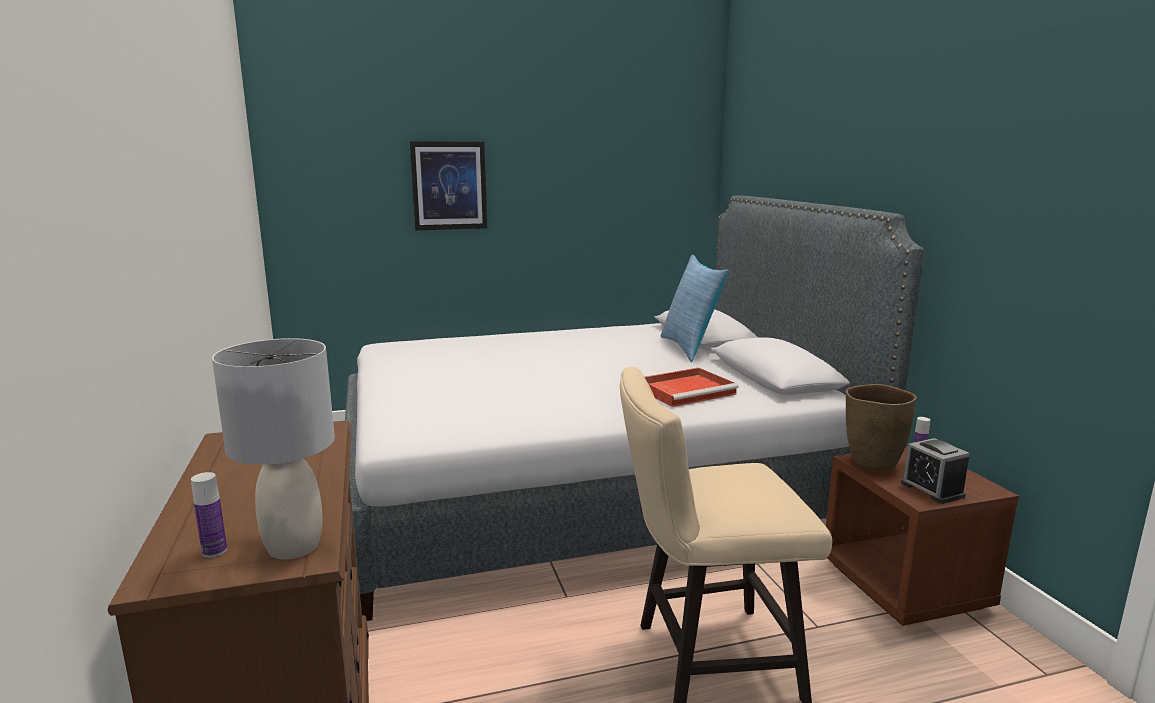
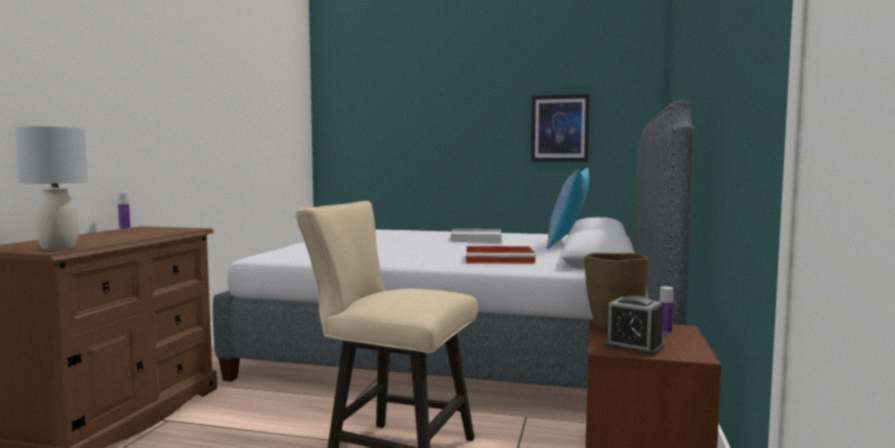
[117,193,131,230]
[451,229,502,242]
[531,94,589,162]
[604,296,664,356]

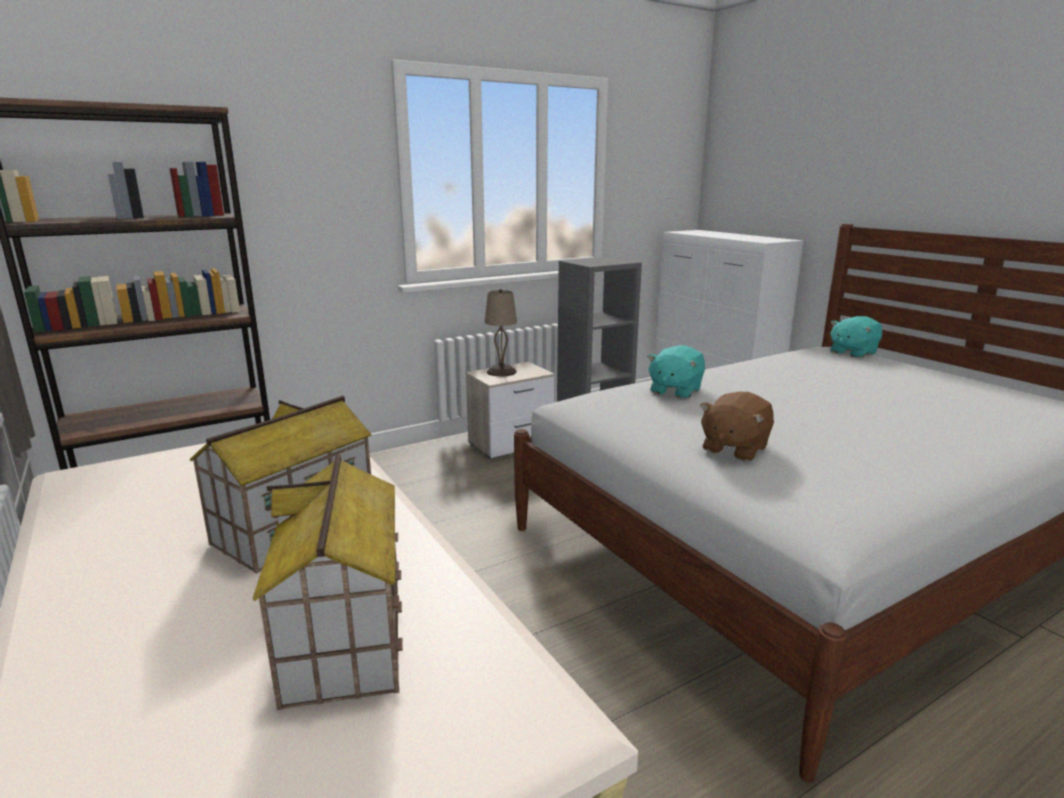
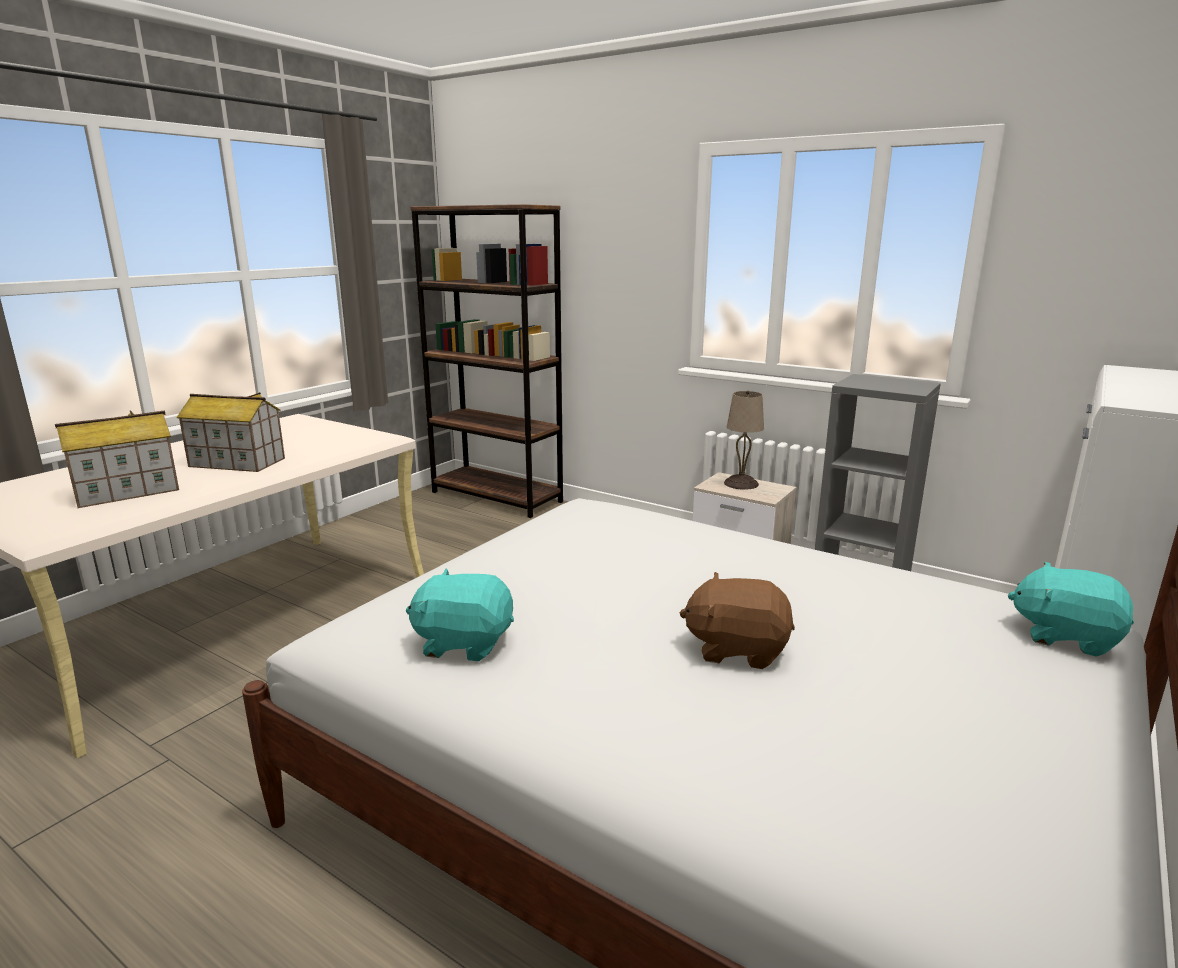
[406,569,514,661]
[680,572,795,669]

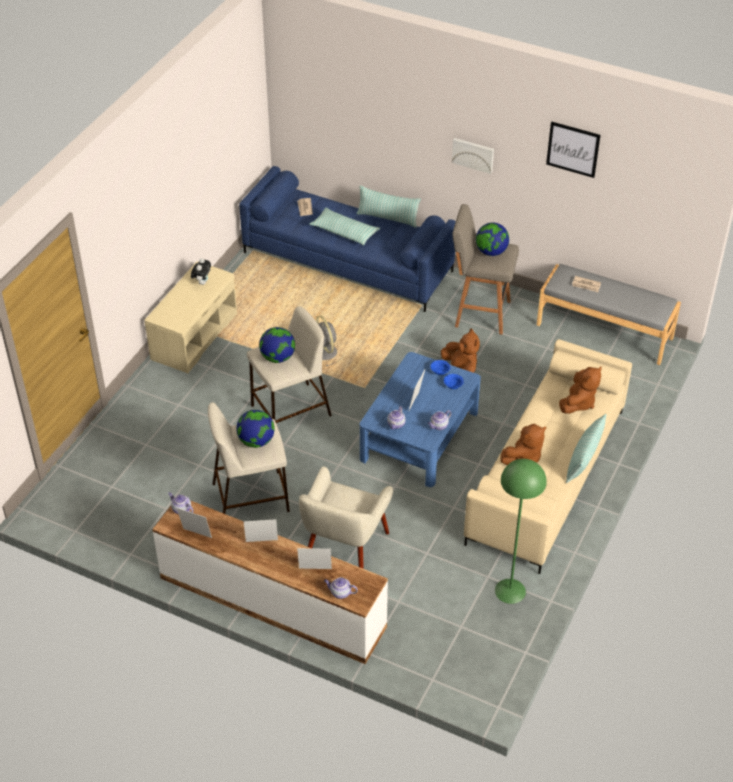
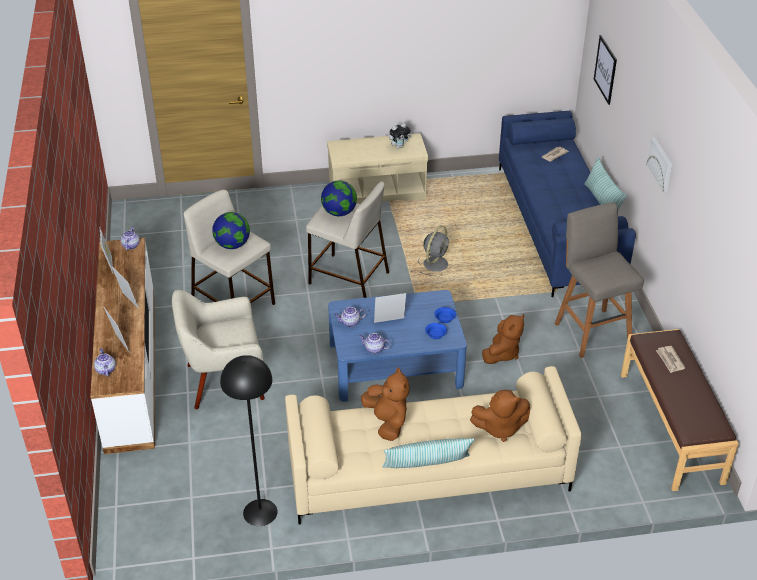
[220,355,278,526]
[361,367,409,441]
[594,35,617,105]
[621,329,739,491]
[309,208,380,245] (first image)
[476,223,509,256] (first image)

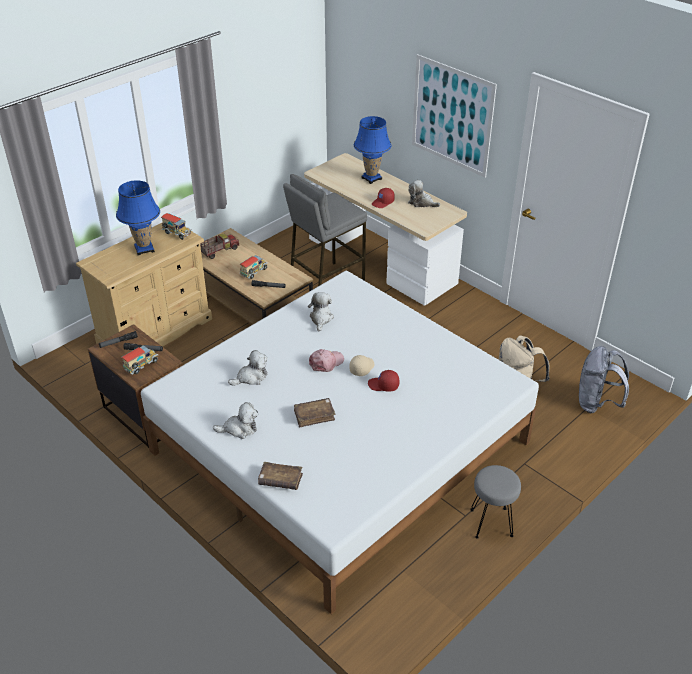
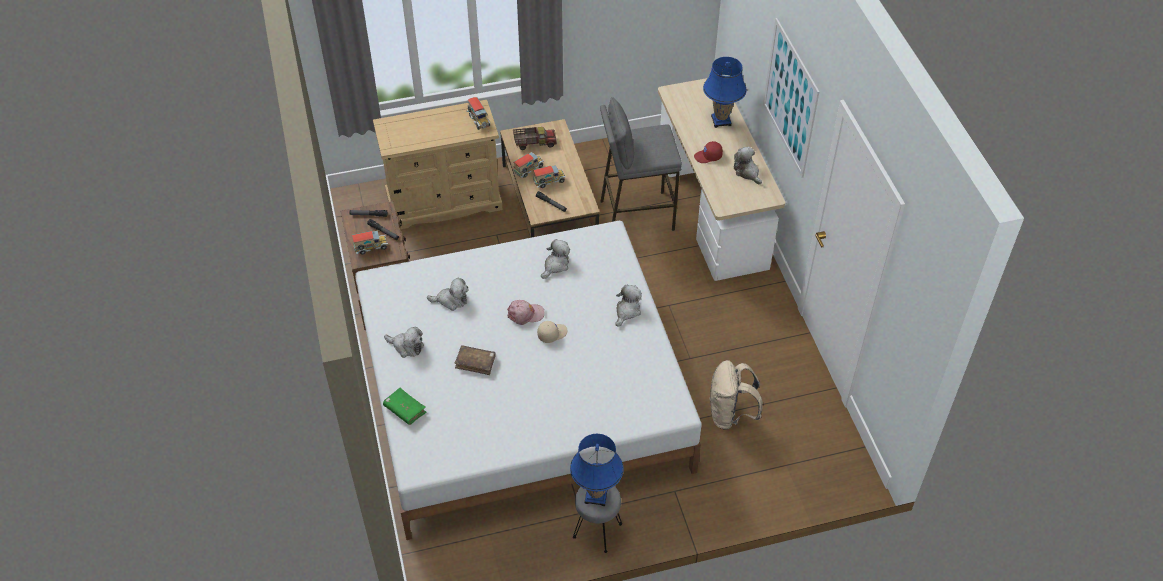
[383,388,426,425]
[513,152,544,178]
[570,434,624,506]
[615,284,642,327]
[368,370,400,392] (first image)
[579,346,629,413] (first image)

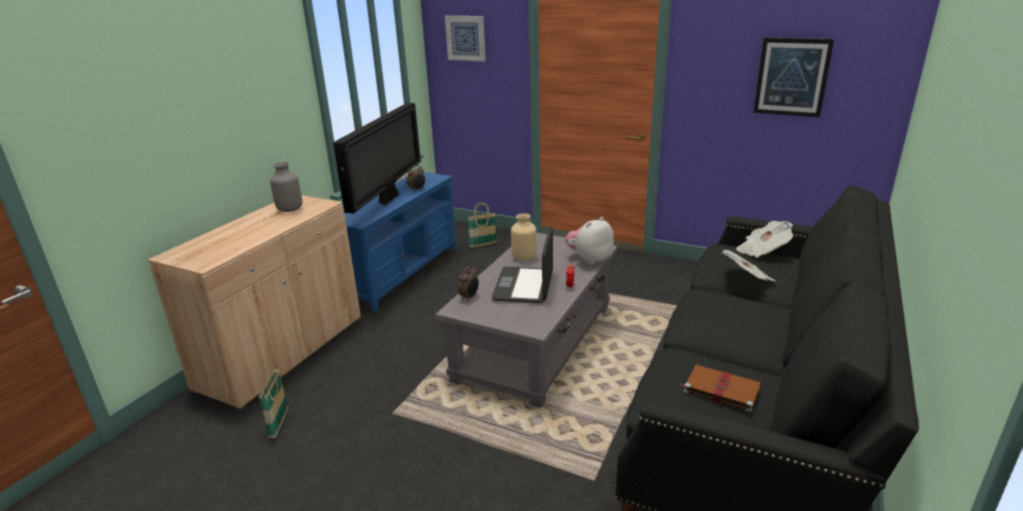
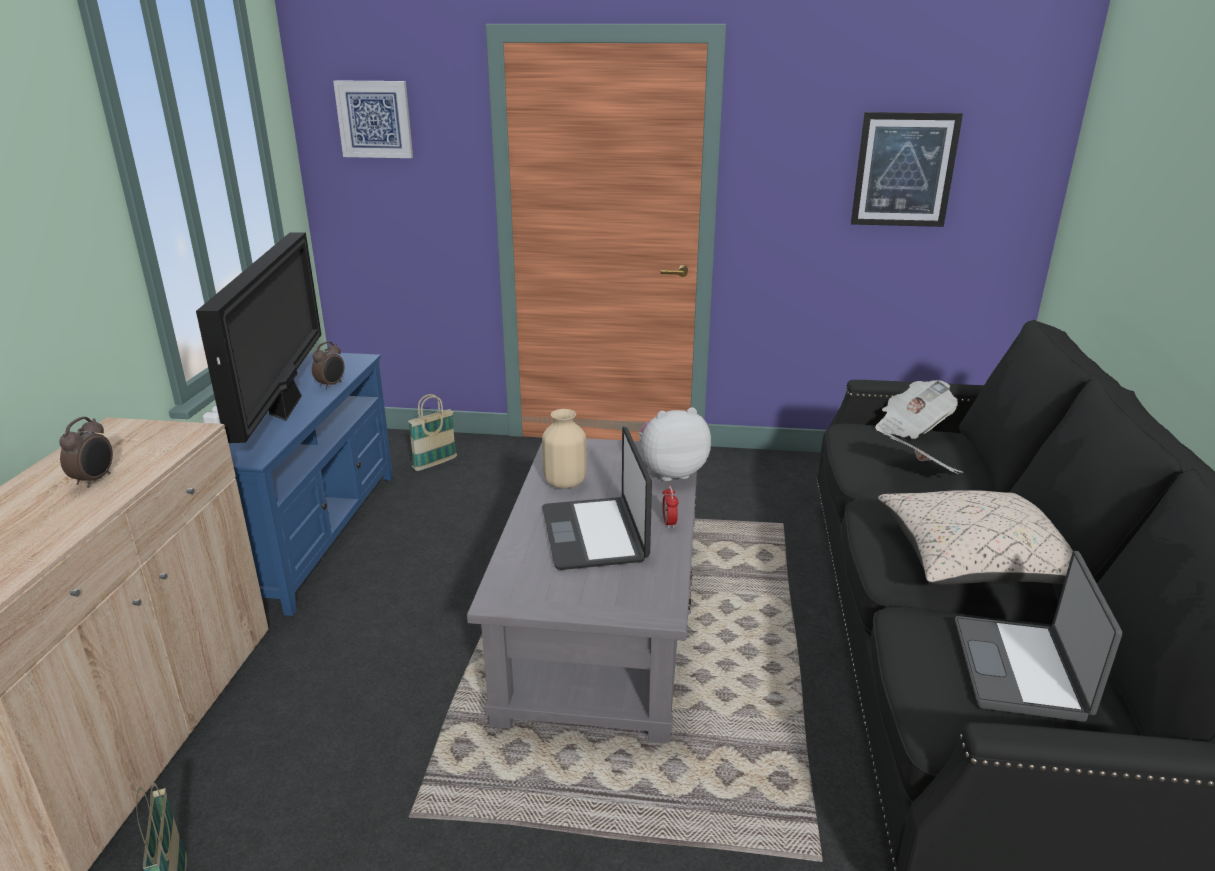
[59,417,113,488]
[639,407,711,481]
[878,490,1073,585]
[955,551,1122,722]
[270,162,303,212] (first image)

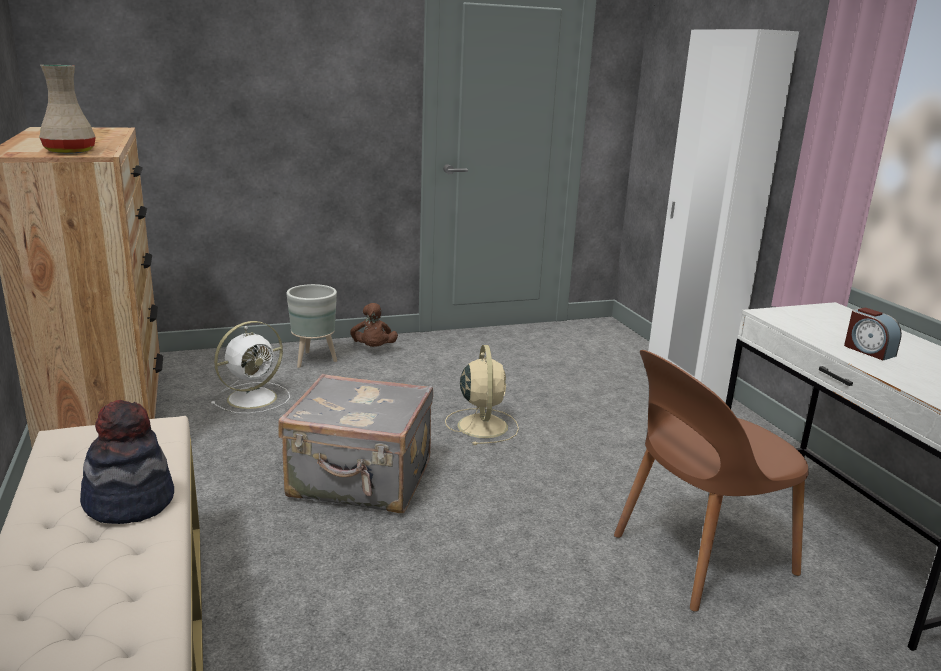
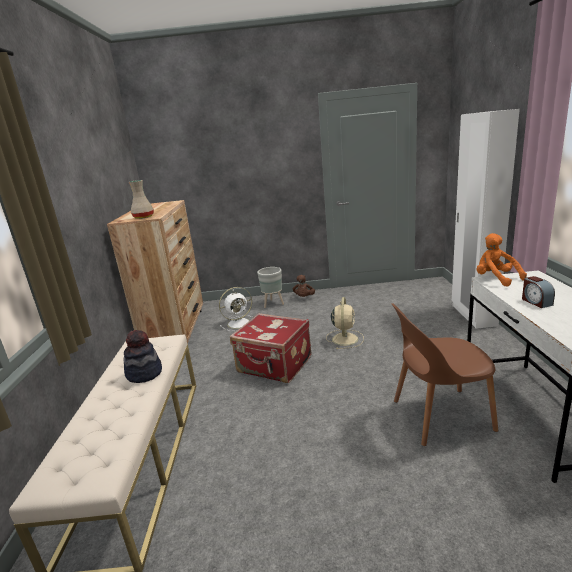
[230,313,311,383]
[477,233,527,287]

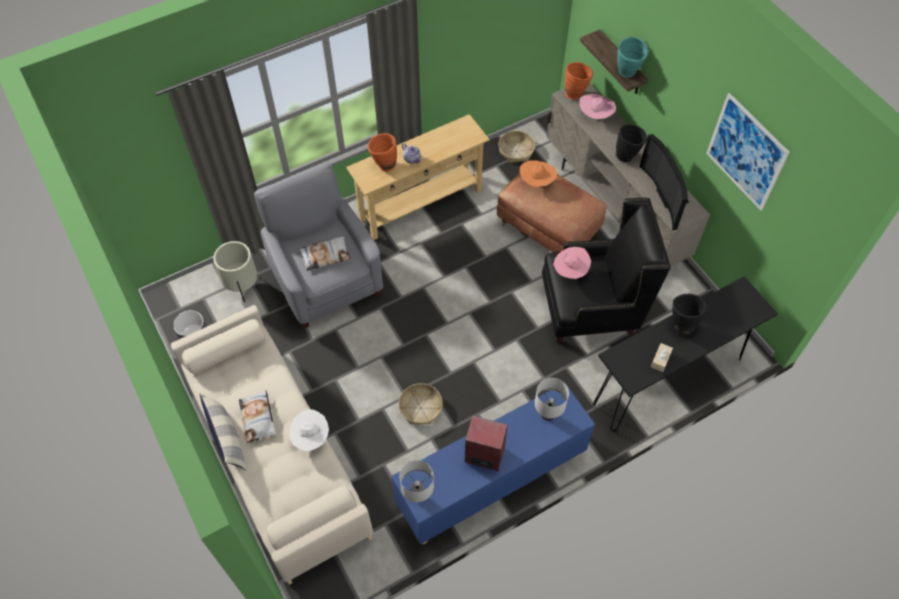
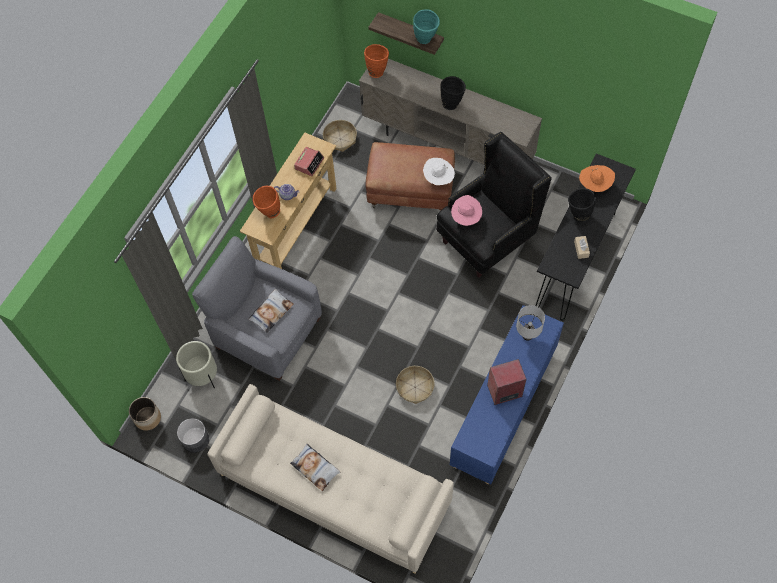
[129,397,161,431]
[294,147,324,176]
[423,158,455,185]
[579,165,615,192]
[199,394,247,470] (first image)
[399,460,434,502] (first image)
[579,94,616,120] (first image)
[640,134,689,231] (first image)
[706,93,790,210] (first image)

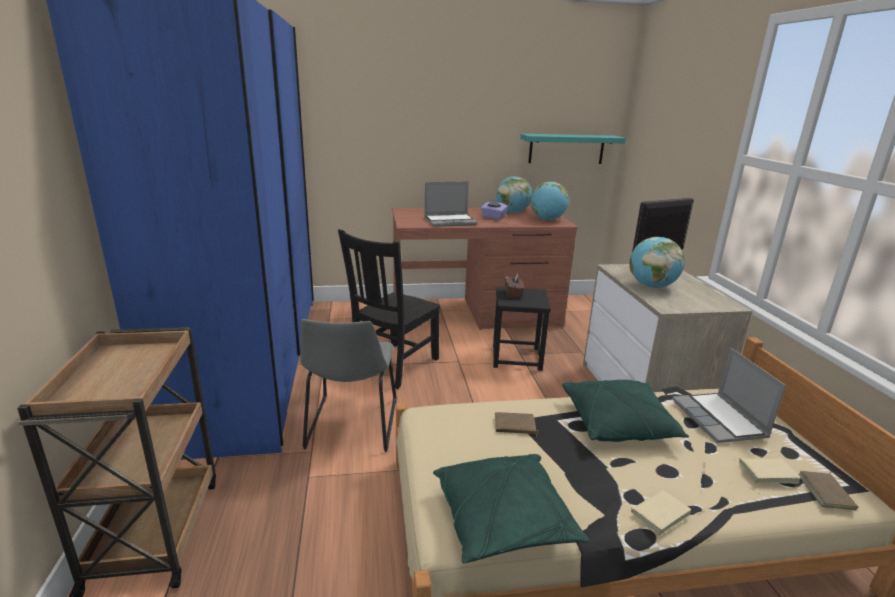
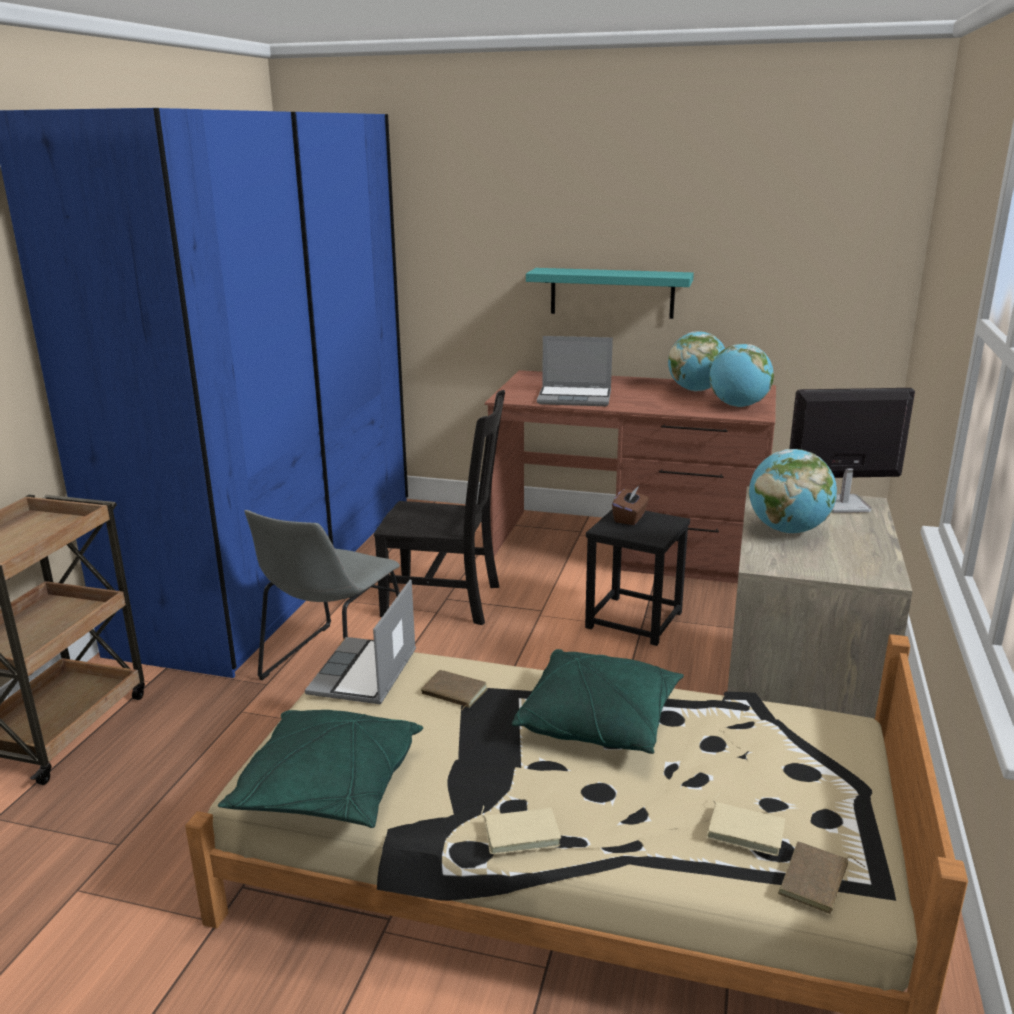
[305,580,416,704]
[374,390,505,625]
[526,268,694,319]
[481,199,508,220] (first image)

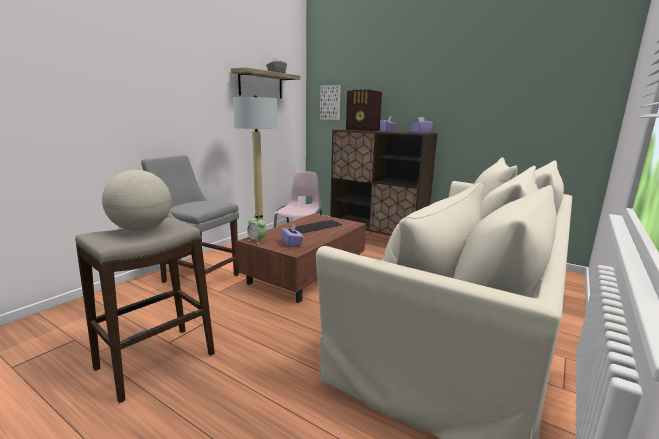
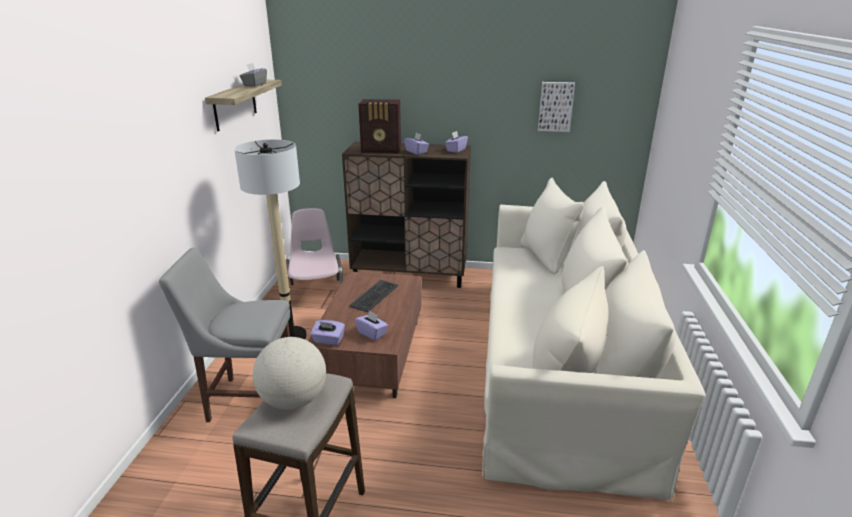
[310,320,345,346]
[538,82,575,132]

